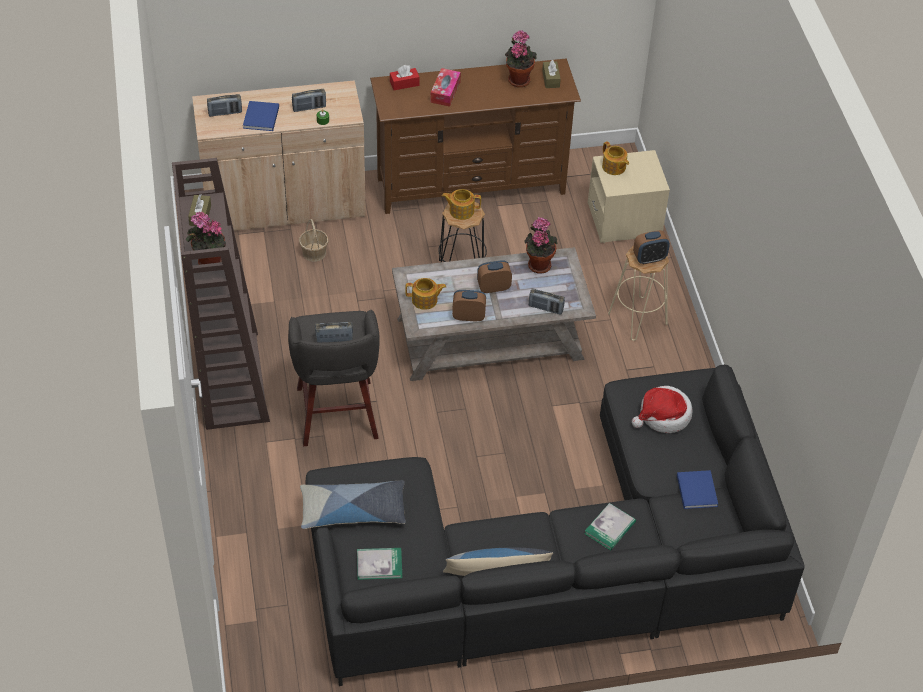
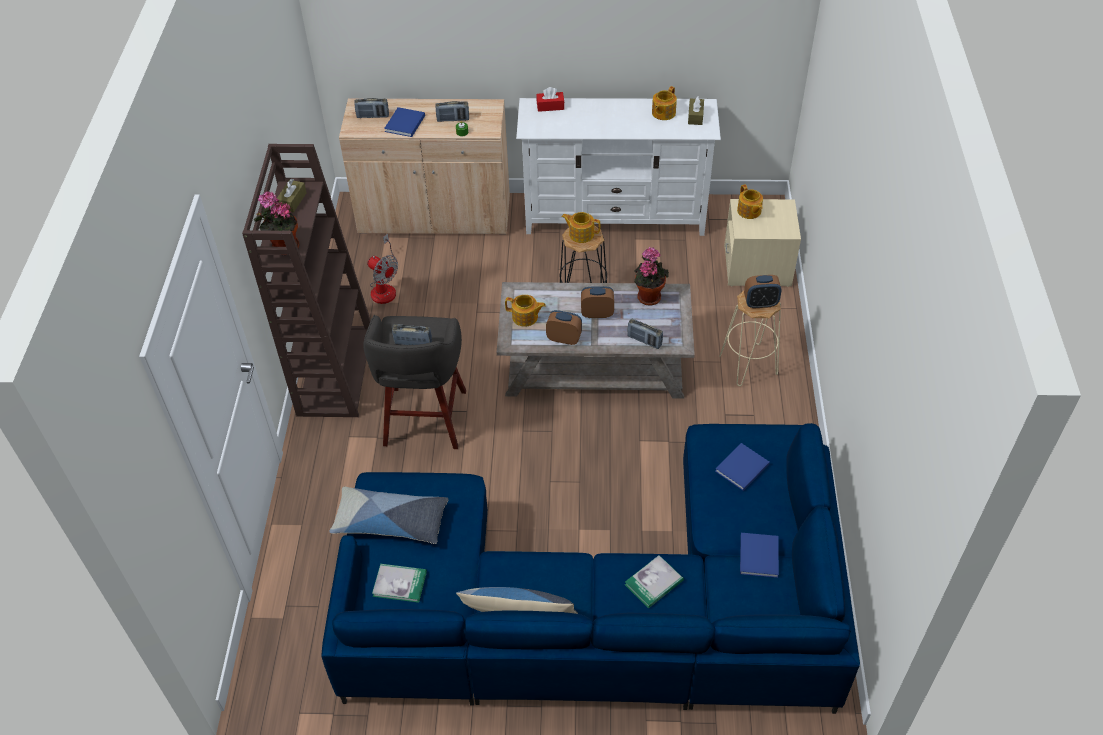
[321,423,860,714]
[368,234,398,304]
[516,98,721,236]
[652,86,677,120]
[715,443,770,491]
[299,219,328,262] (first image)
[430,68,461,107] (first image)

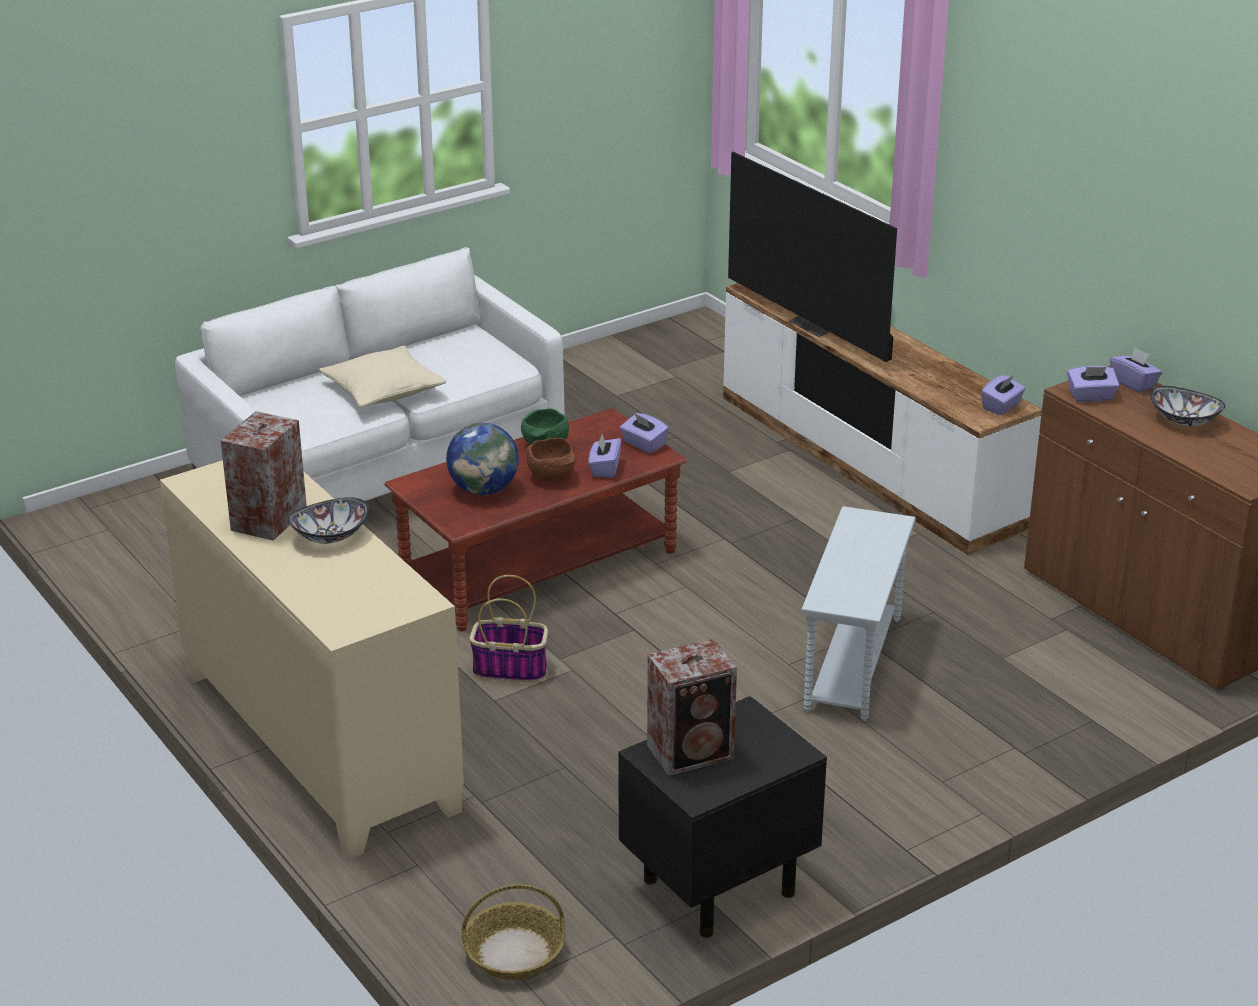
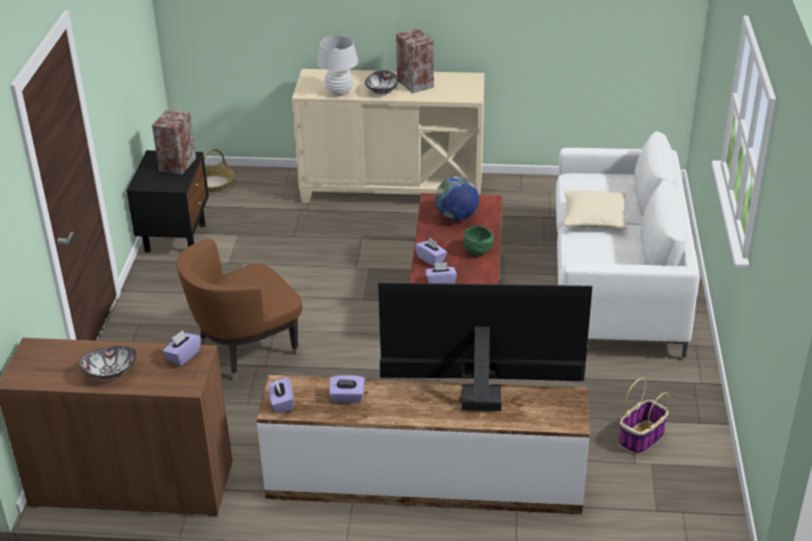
[176,239,302,381]
[317,36,358,96]
[329,375,365,403]
[619,378,669,454]
[526,438,576,482] (first image)

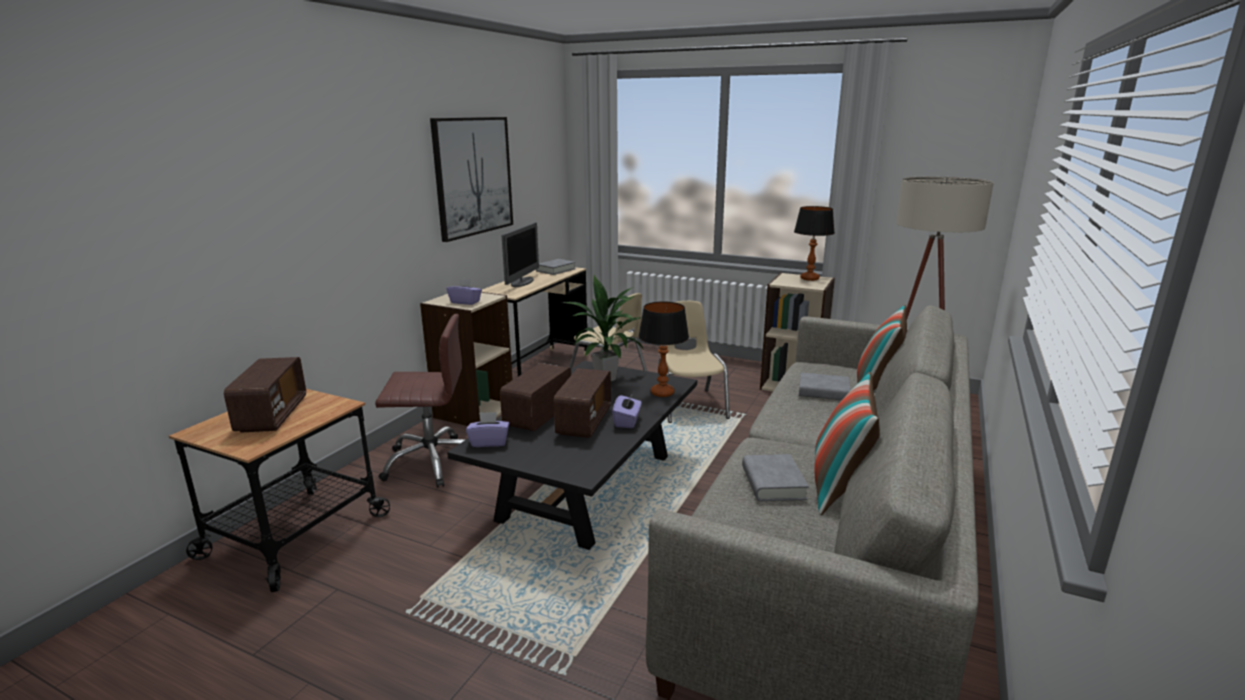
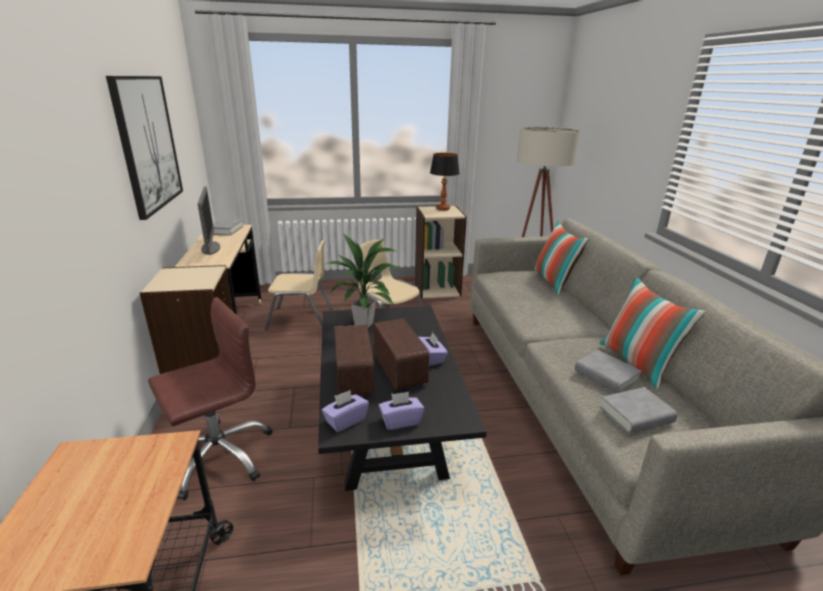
[379,392,424,430]
[599,387,678,434]
[224,357,306,433] (first image)
[638,301,689,397] (first image)

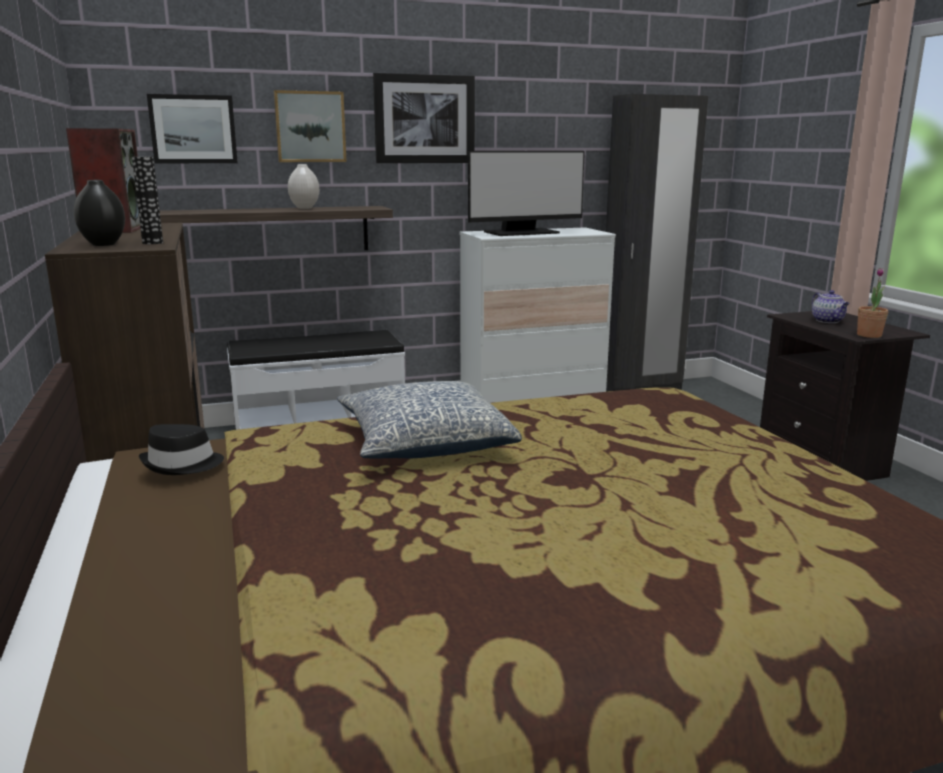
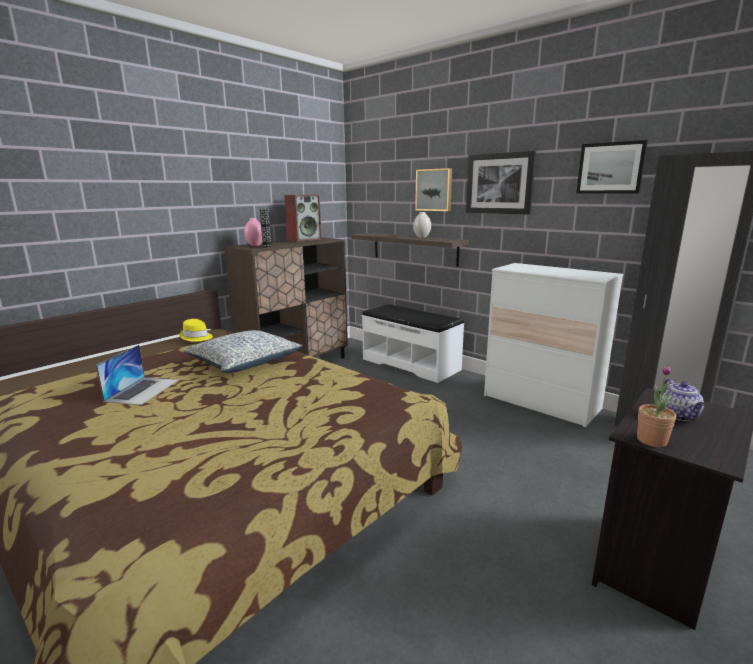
[96,345,178,405]
[179,319,213,342]
[244,218,262,246]
[576,140,648,194]
[659,379,705,421]
[468,151,585,236] (first image)

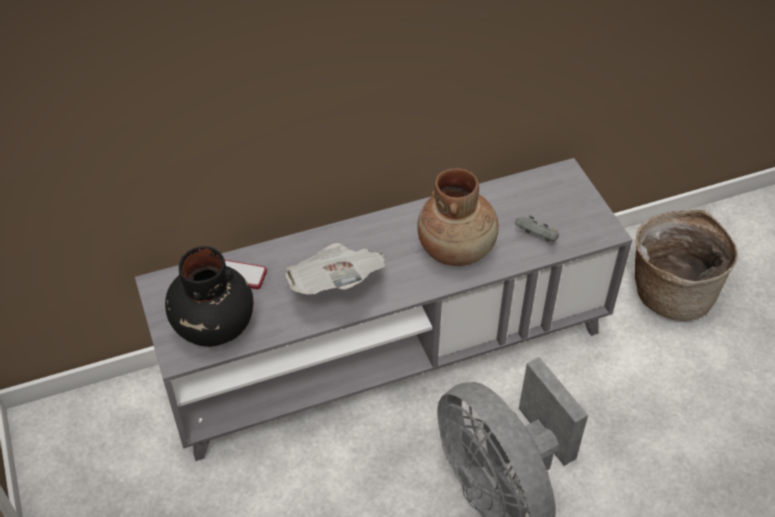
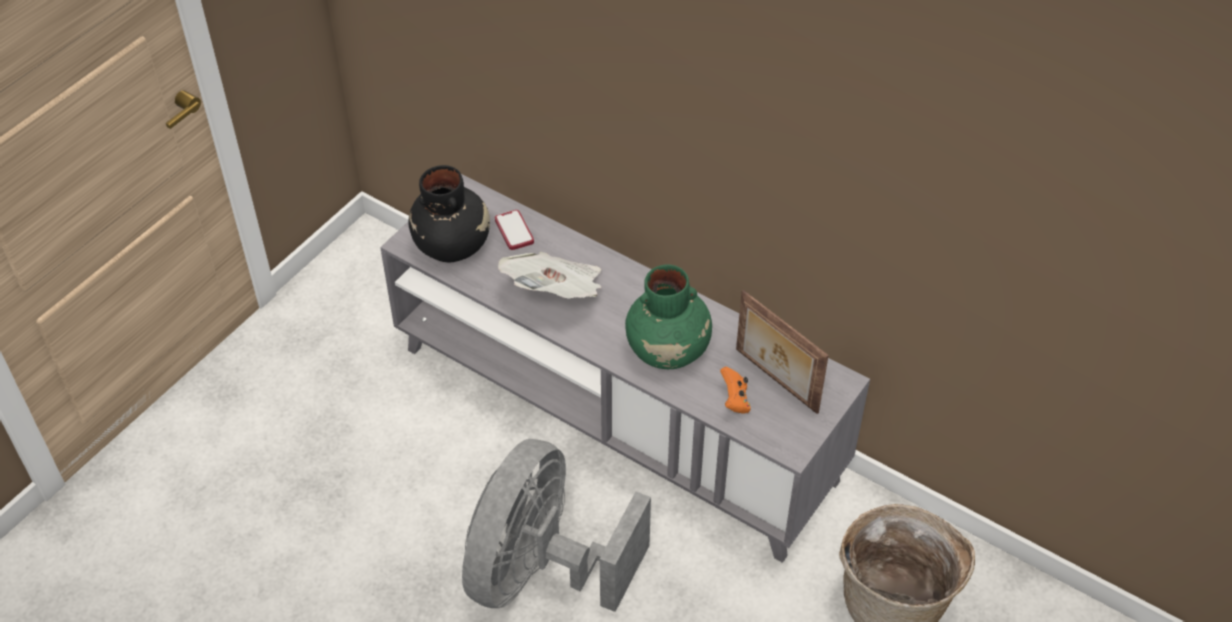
[625,264,712,369]
[720,367,751,414]
[736,290,829,414]

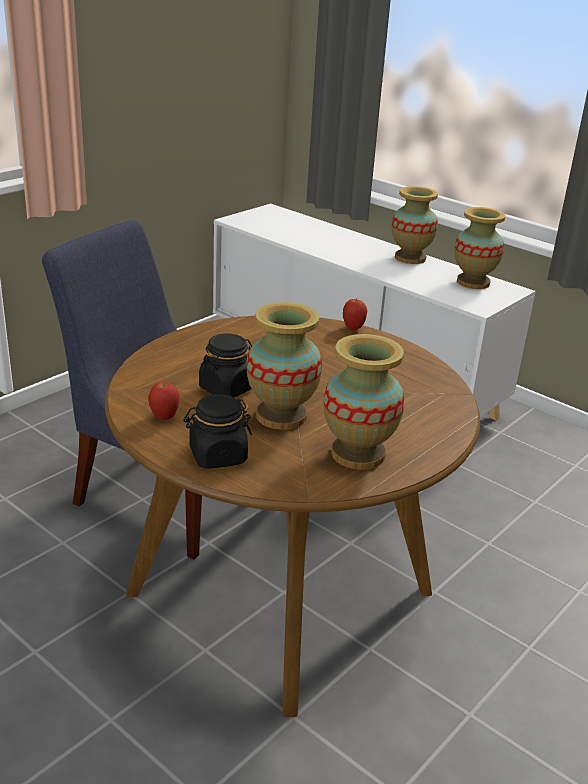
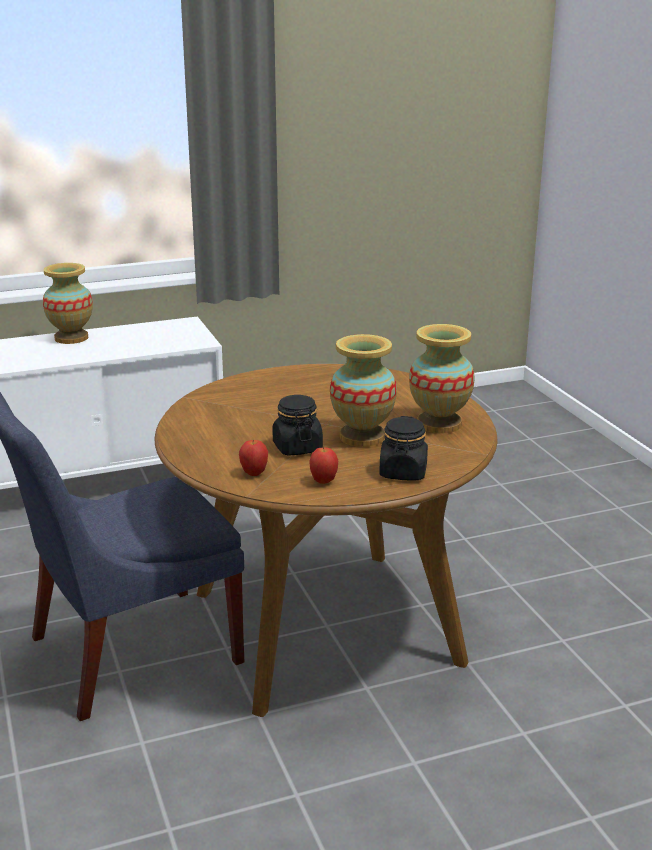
[239,439,268,476]
[454,207,505,289] (first image)

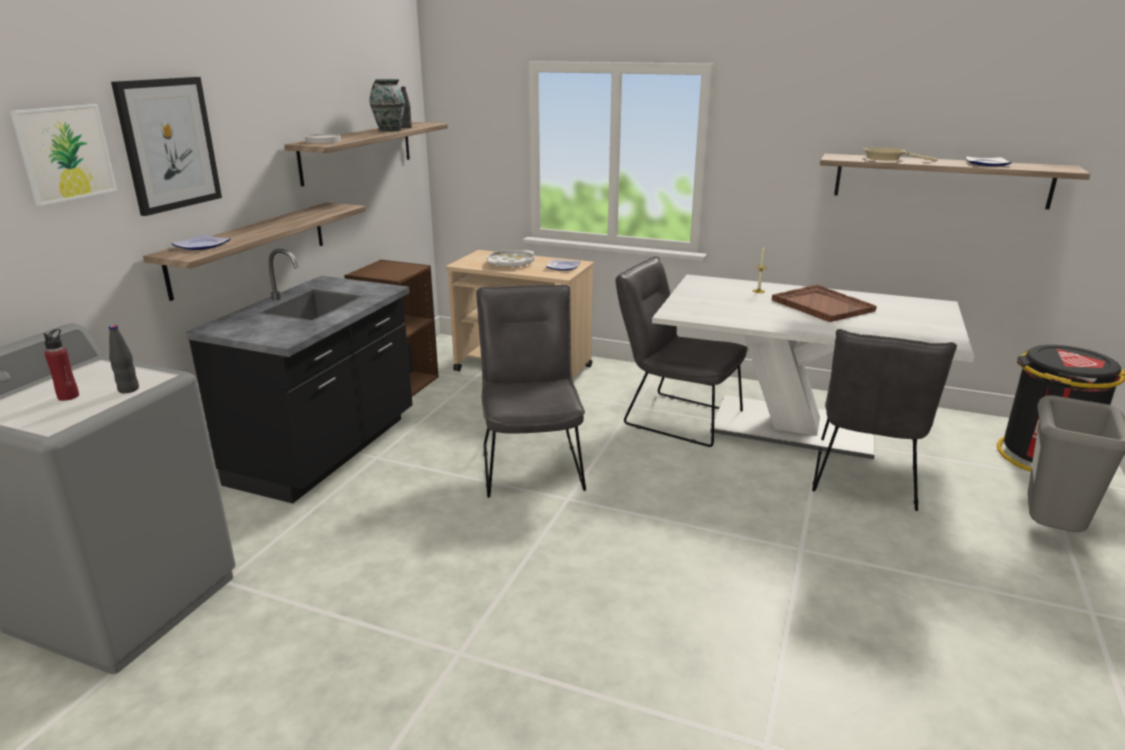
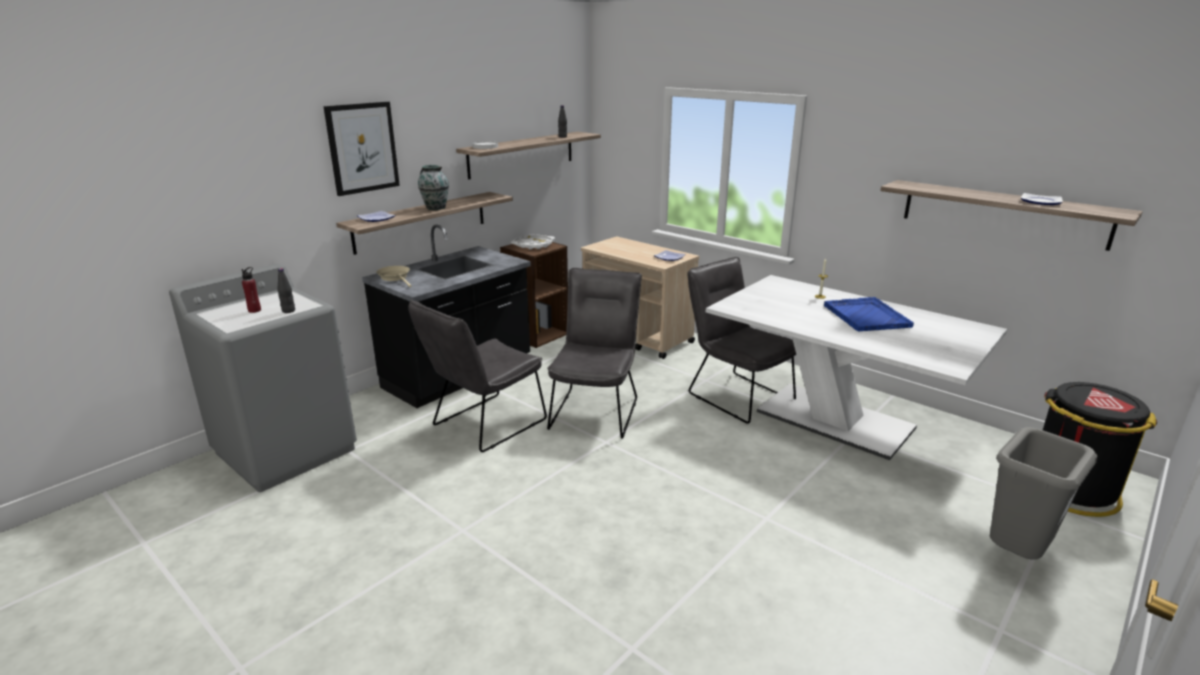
[376,266,411,287]
[408,299,547,452]
[418,165,449,210]
[511,235,555,249]
[824,297,914,331]
[10,104,118,206] (first image)

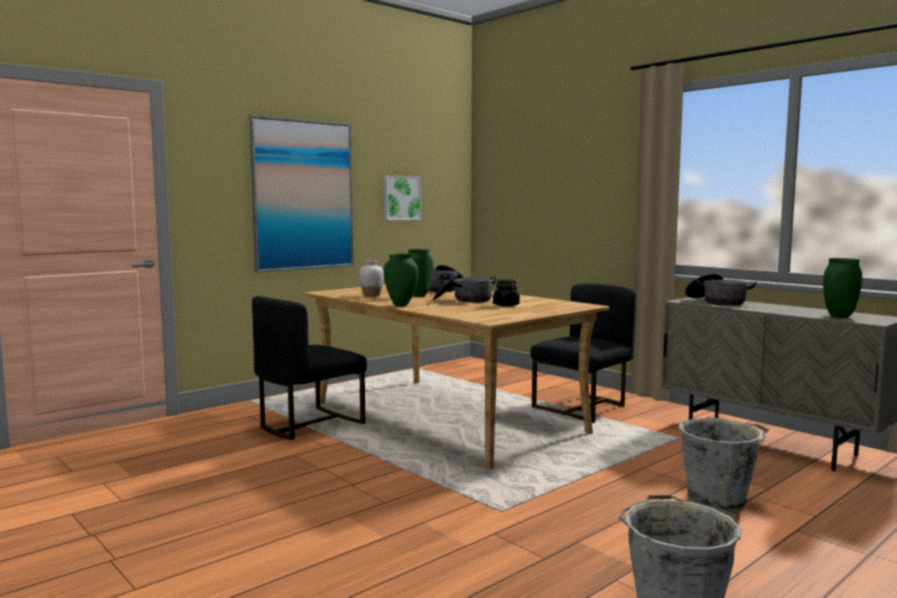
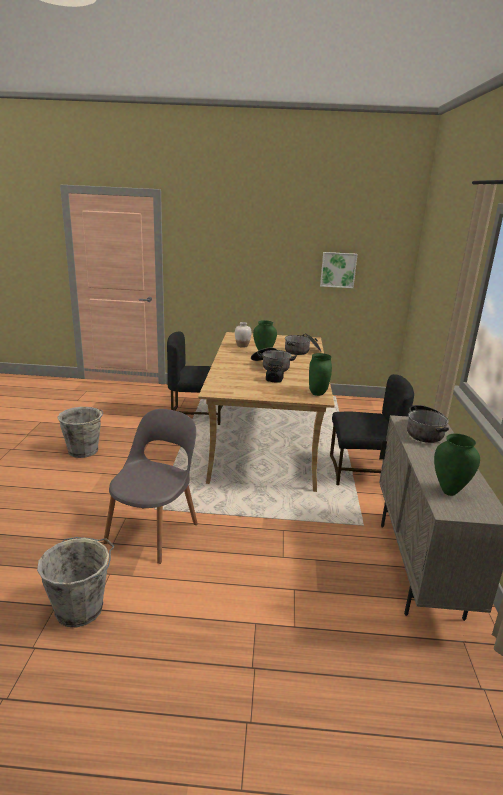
[57,407,103,458]
[103,409,198,564]
[309,353,332,396]
[249,115,354,272] (first image)

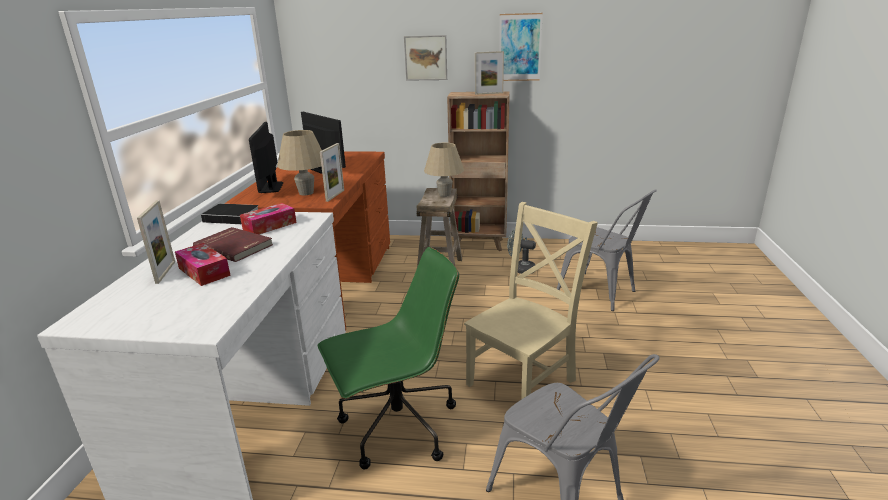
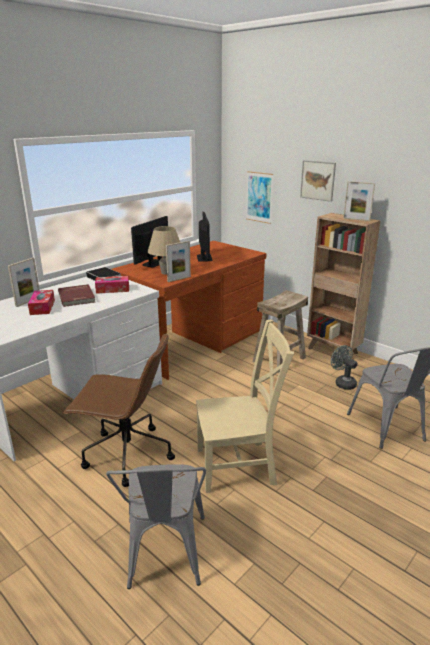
[63,332,175,487]
[246,171,273,224]
[424,143,464,197] (first image)

